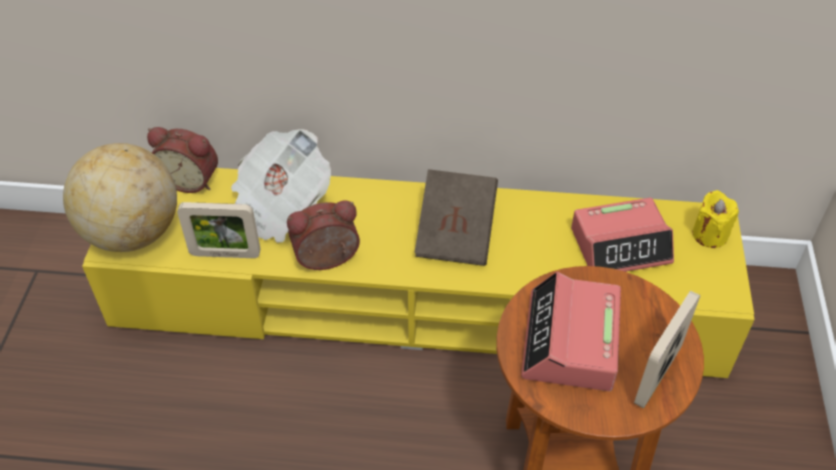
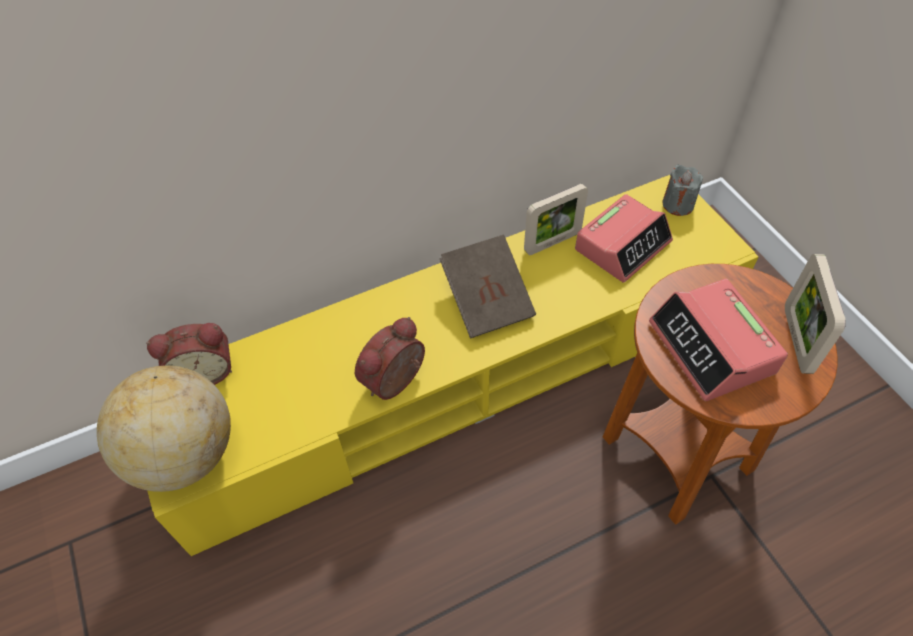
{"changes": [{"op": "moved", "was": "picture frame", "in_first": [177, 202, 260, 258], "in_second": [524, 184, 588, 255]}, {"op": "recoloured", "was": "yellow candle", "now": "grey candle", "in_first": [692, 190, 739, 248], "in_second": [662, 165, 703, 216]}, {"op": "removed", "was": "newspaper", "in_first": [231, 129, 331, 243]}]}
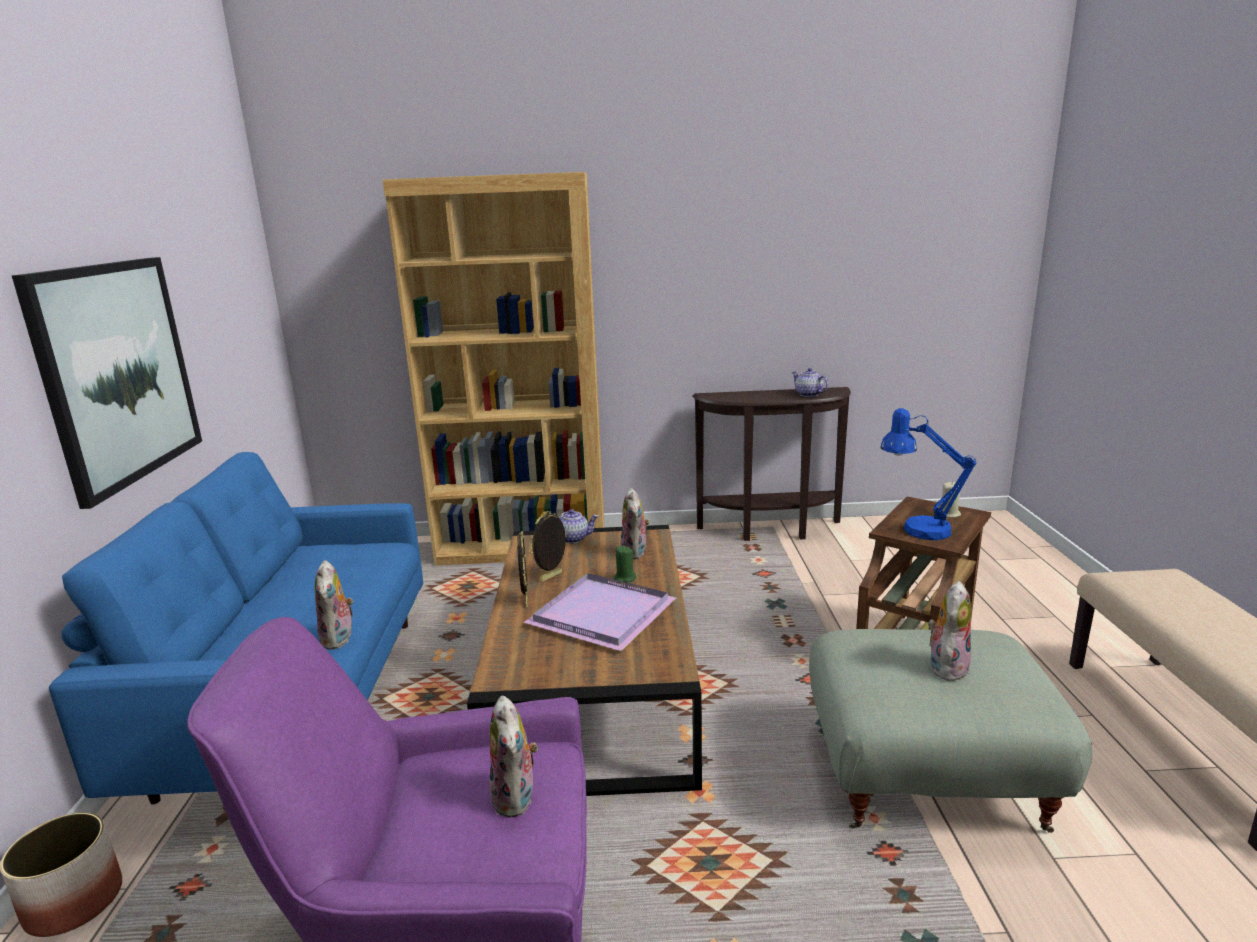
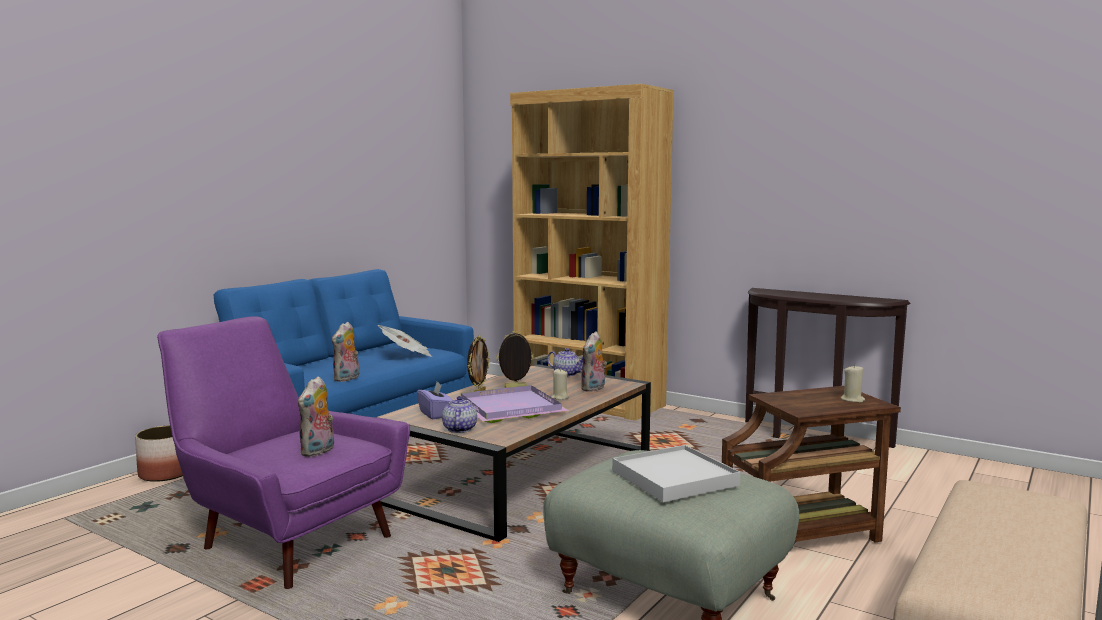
{"changes": [{"op": "added", "now": "newspaper", "in_second": [377, 325, 432, 357]}, {"op": "added", "now": "purple tissue box", "in_second": [417, 382, 453, 419]}, {"op": "moved", "was": "teapot", "in_first": [792, 368, 829, 397], "in_second": [442, 396, 477, 433]}, {"op": "recoloured", "was": "green candle", "now": "beige candle", "in_first": [614, 546, 636, 583], "in_second": [551, 369, 569, 400]}, {"op": "replaced", "was": "plush toy", "now": "white tray", "in_first": [928, 581, 971, 683], "in_second": [612, 445, 741, 502]}, {"op": "removed", "was": "picture", "in_first": [12, 257, 202, 509]}, {"op": "removed", "was": "blue table lamp", "in_first": [880, 408, 977, 540]}]}
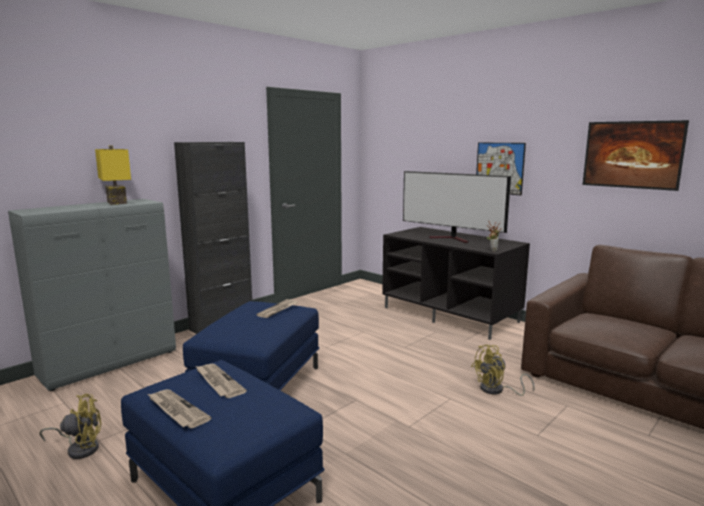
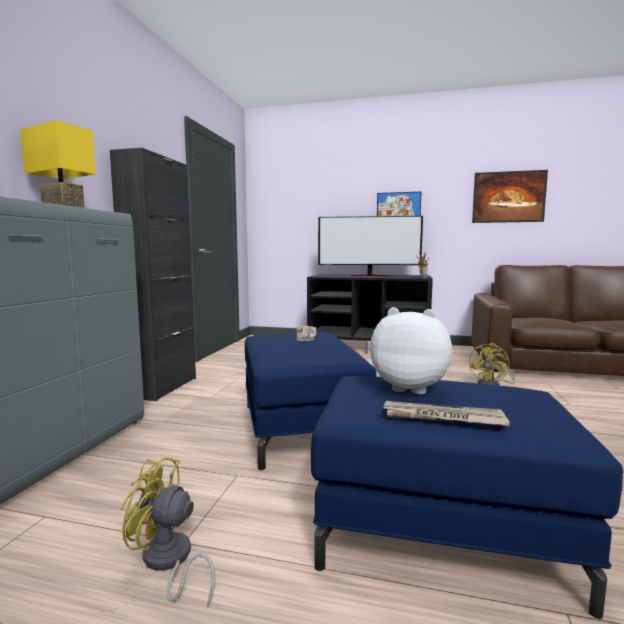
{"changes": [{"op": "turned", "was": "yellow fan", "in_first": [39, 394, 101, 459], "in_second": [121, 457, 215, 607], "clockwise": -120}, {"op": "replaced", "was": "newspaper", "now": "plush toy", "in_first": [195, 364, 247, 398], "in_second": [370, 307, 452, 394]}]}
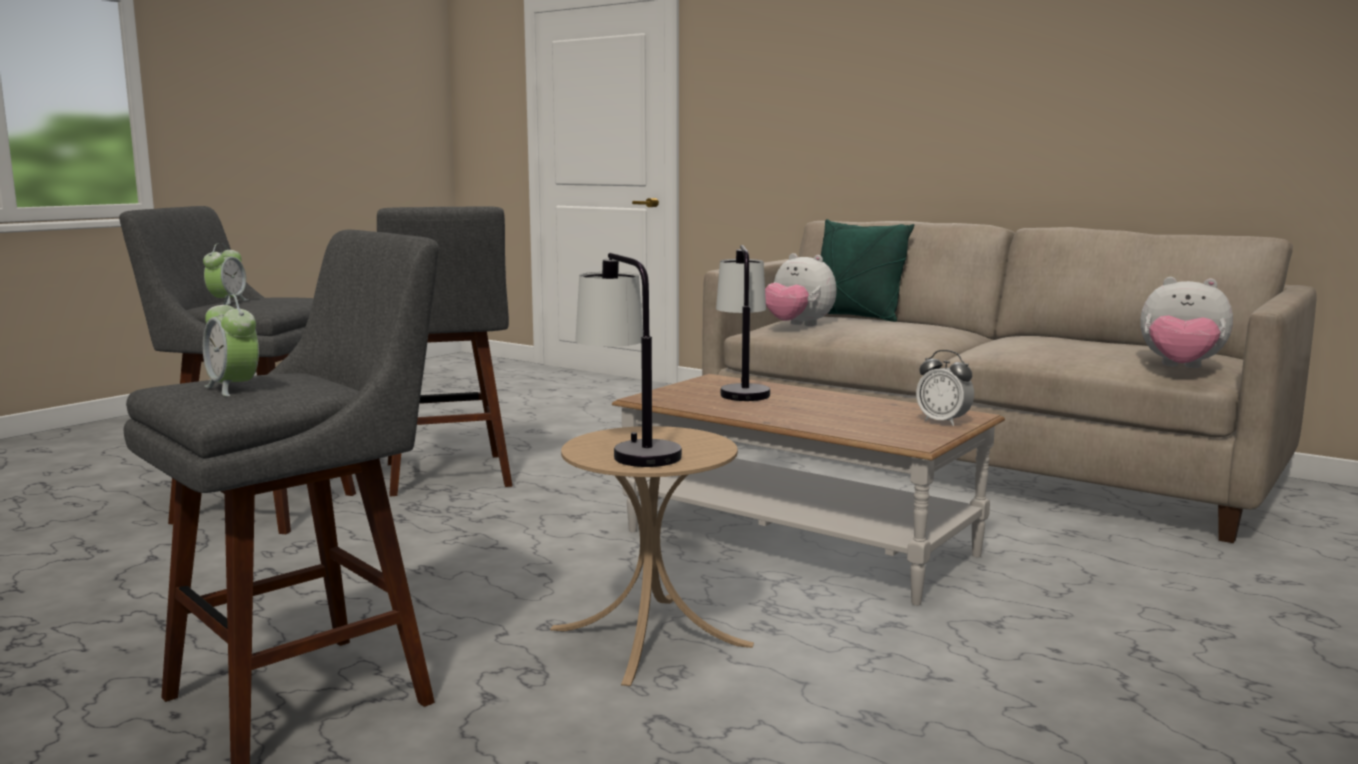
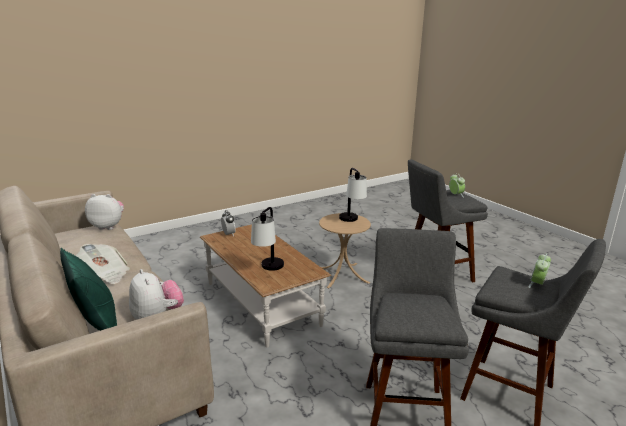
{"changes": [{"op": "added", "now": "newspaper", "in_second": [75, 244, 130, 284]}, {"op": "turned", "was": "plush toy", "in_first": [1140, 277, 1233, 368], "in_second": [85, 194, 124, 230], "clockwise": -45}]}
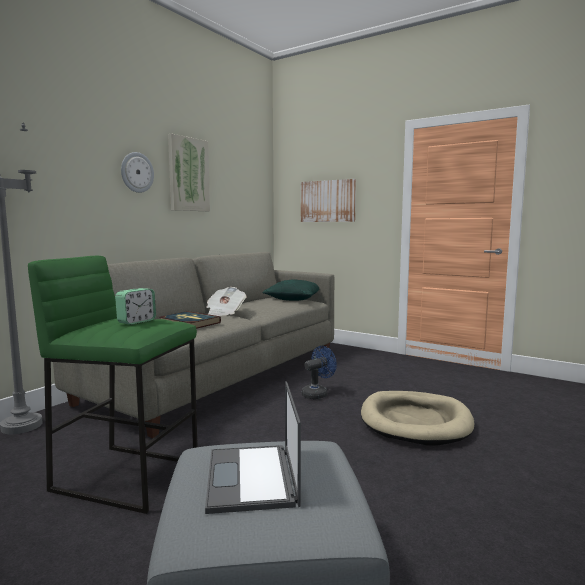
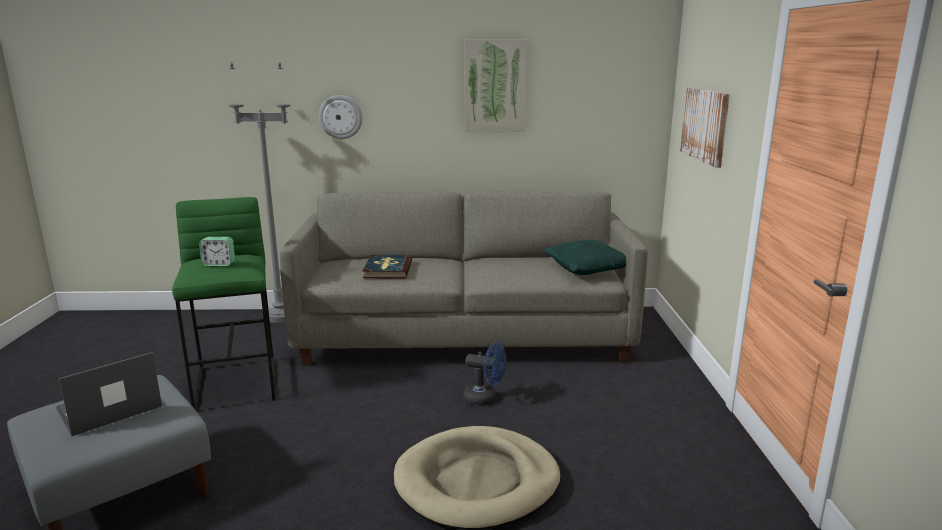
{"changes": [{"op": "moved", "was": "wall clock", "in_first": [121, 152, 154, 193], "in_second": [319, 95, 362, 139]}, {"op": "removed", "was": "newspaper", "in_first": [206, 287, 246, 316]}]}
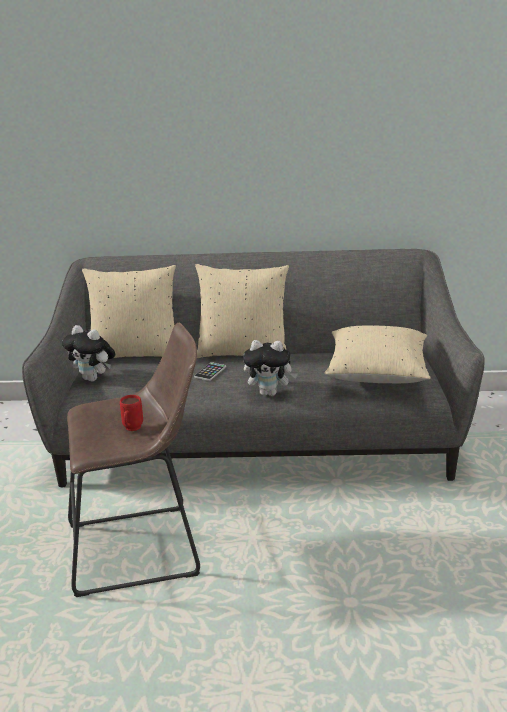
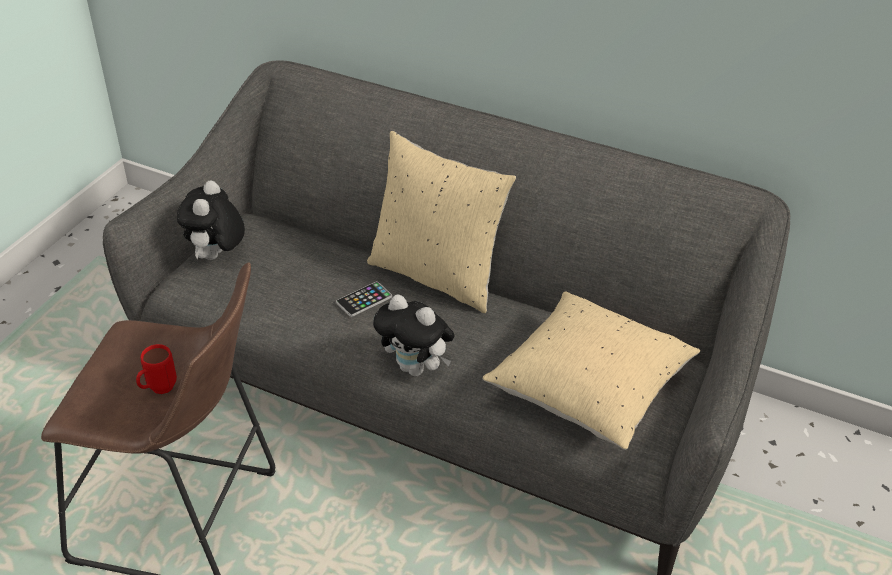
{"changes": [{"op": "turned", "was": "plush toy", "in_first": [62, 325, 115, 382], "in_second": [177, 180, 245, 260], "clockwise": 45}, {"op": "removed", "was": "beige pillow", "in_first": [82, 265, 176, 358]}]}
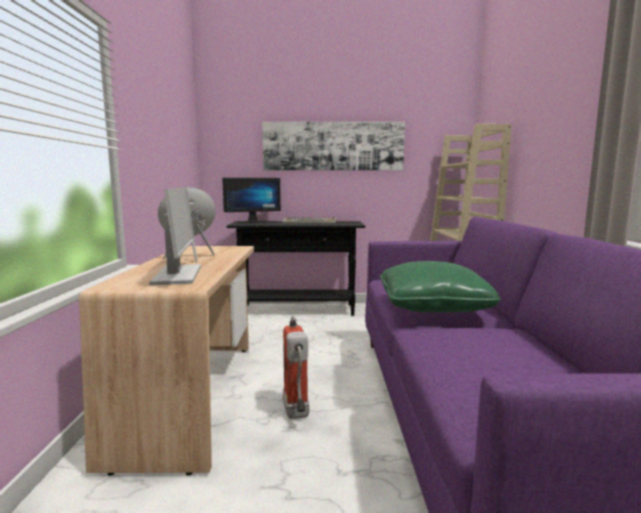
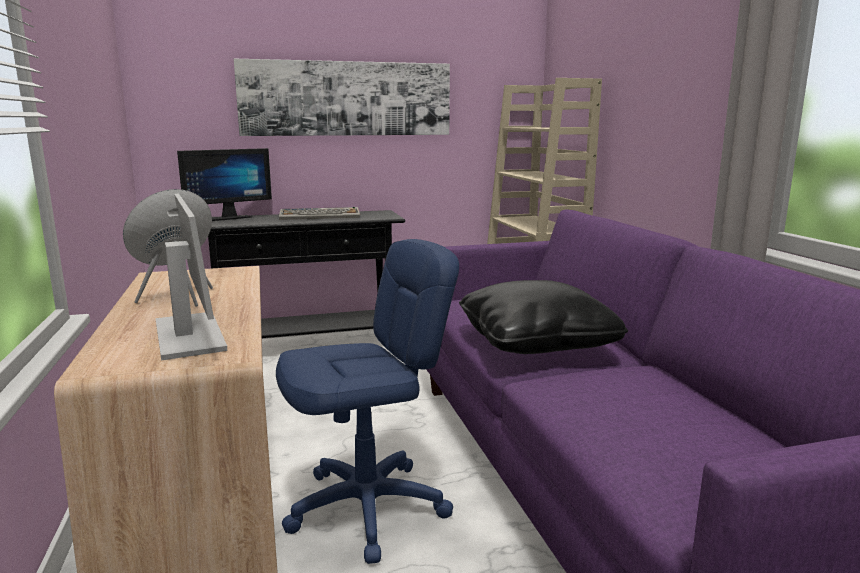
{"changes": [{"op": "replaced", "was": "fire extinguisher", "now": "blue office chair", "in_first": [283, 316, 309, 419], "in_second": [276, 239, 459, 564]}, {"op": "recoloured", "was": "green pillow", "now": "black pillow", "in_first": [380, 261, 501, 313], "in_second": [459, 280, 628, 354]}]}
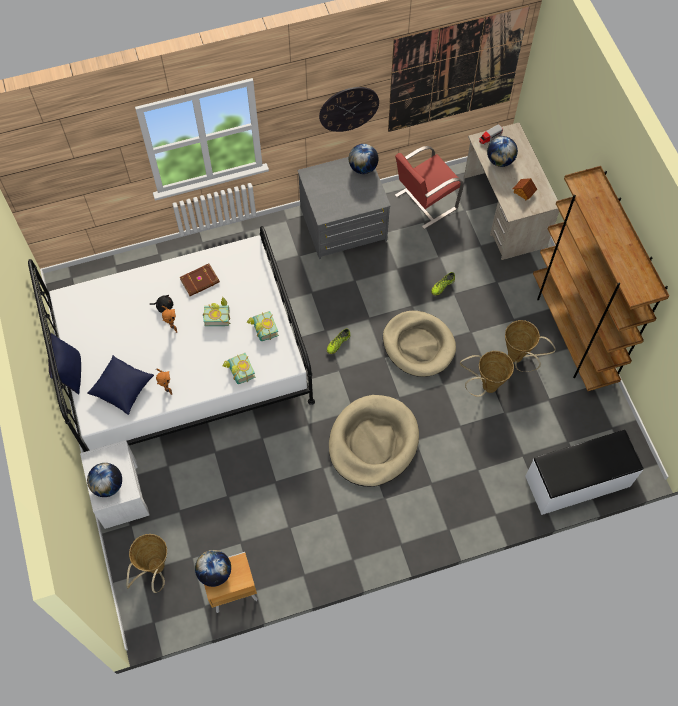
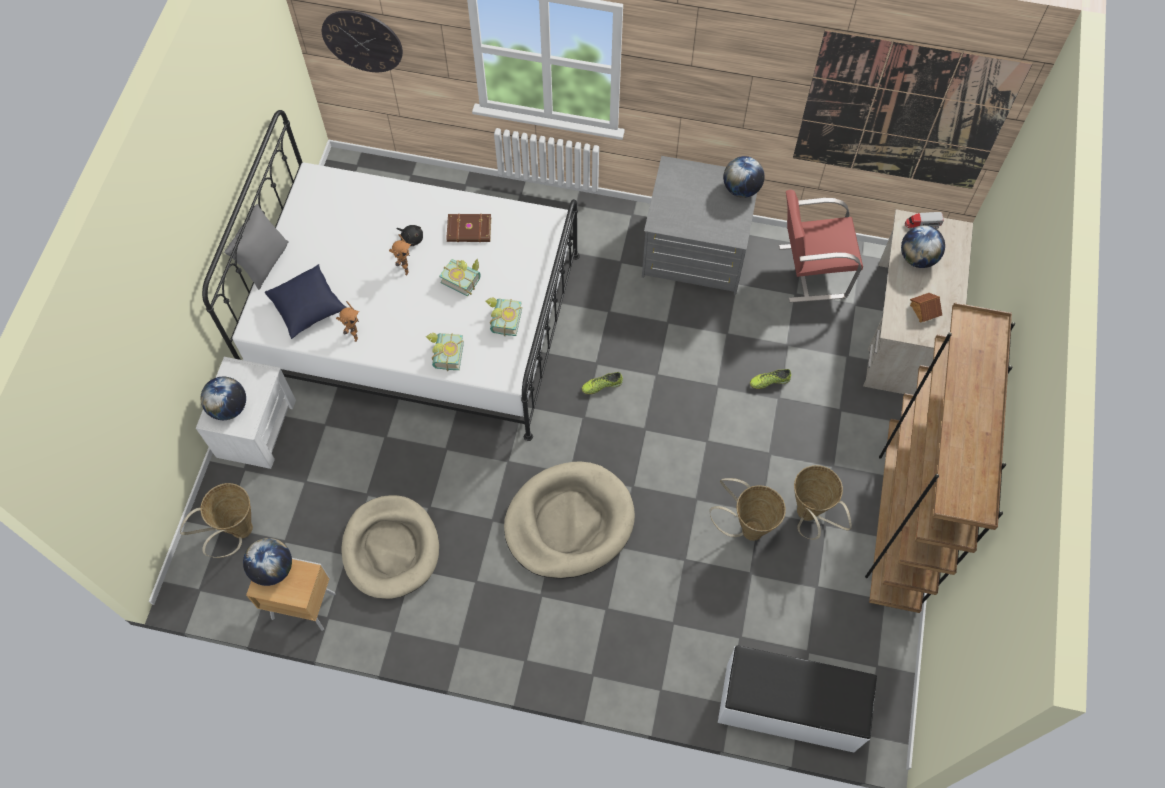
{"changes": [{"op": "recoloured", "was": "blue pillow", "now": "grey pillow", "in_first": [48, 333, 81, 394], "in_second": [224, 204, 289, 290]}, {"op": "moved", "was": "wall clock", "in_first": [319, 87, 379, 132], "in_second": [322, 10, 403, 72]}, {"op": "moved", "was": "beige dog bed", "in_first": [383, 311, 456, 377], "in_second": [341, 495, 439, 599]}]}
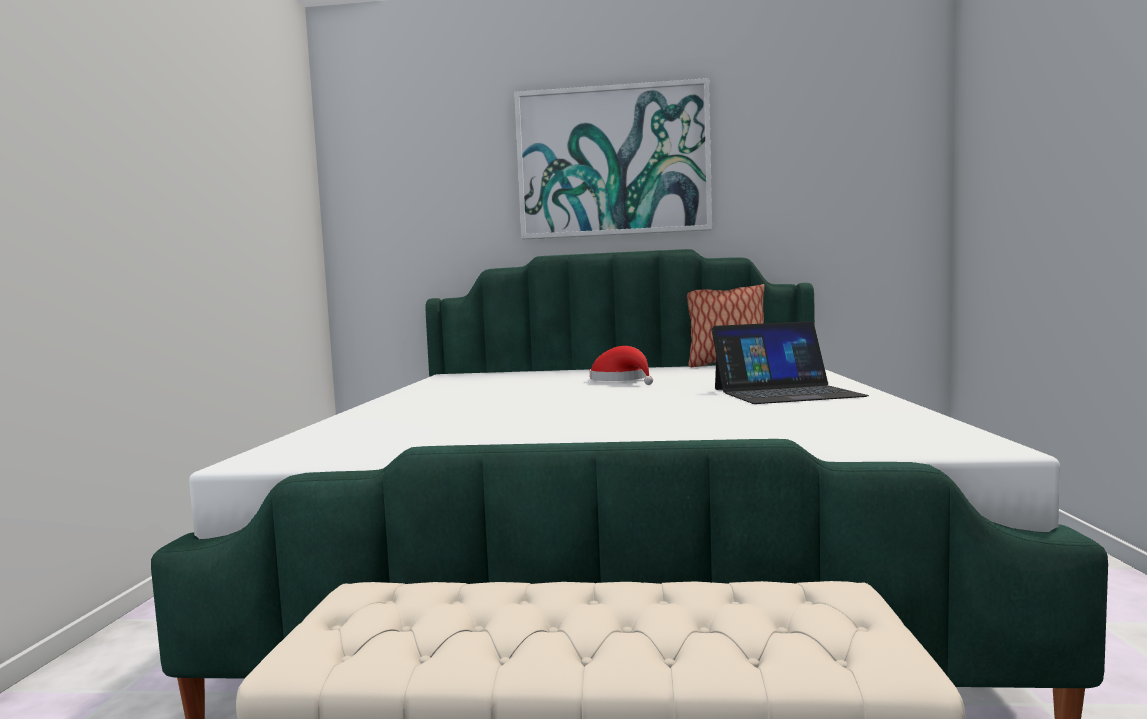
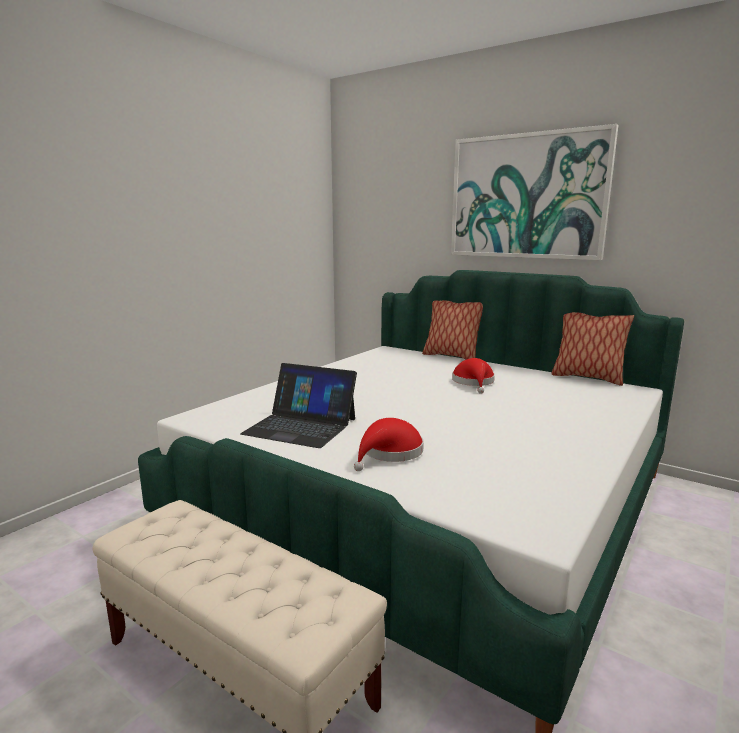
{"changes": [{"op": "moved", "was": "laptop", "in_first": [711, 321, 869, 404], "in_second": [240, 363, 357, 448]}, {"op": "added", "now": "red hat", "in_second": [354, 418, 424, 471]}, {"op": "added", "now": "pillow", "in_second": [422, 300, 483, 359]}]}
